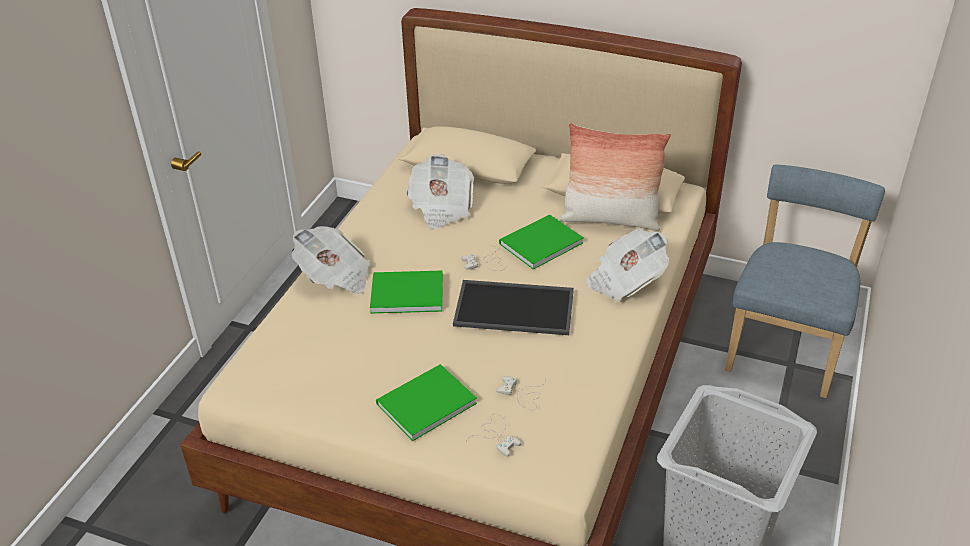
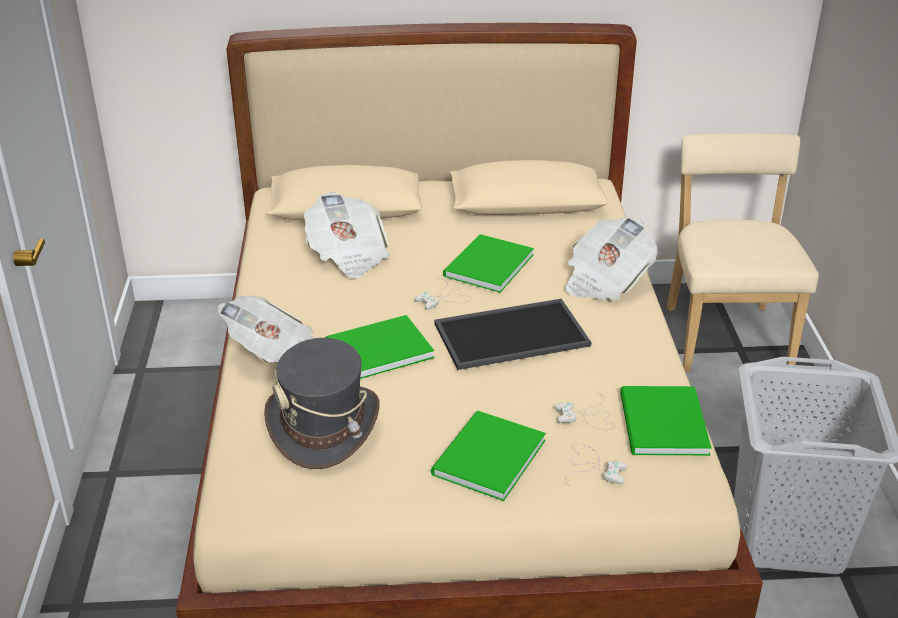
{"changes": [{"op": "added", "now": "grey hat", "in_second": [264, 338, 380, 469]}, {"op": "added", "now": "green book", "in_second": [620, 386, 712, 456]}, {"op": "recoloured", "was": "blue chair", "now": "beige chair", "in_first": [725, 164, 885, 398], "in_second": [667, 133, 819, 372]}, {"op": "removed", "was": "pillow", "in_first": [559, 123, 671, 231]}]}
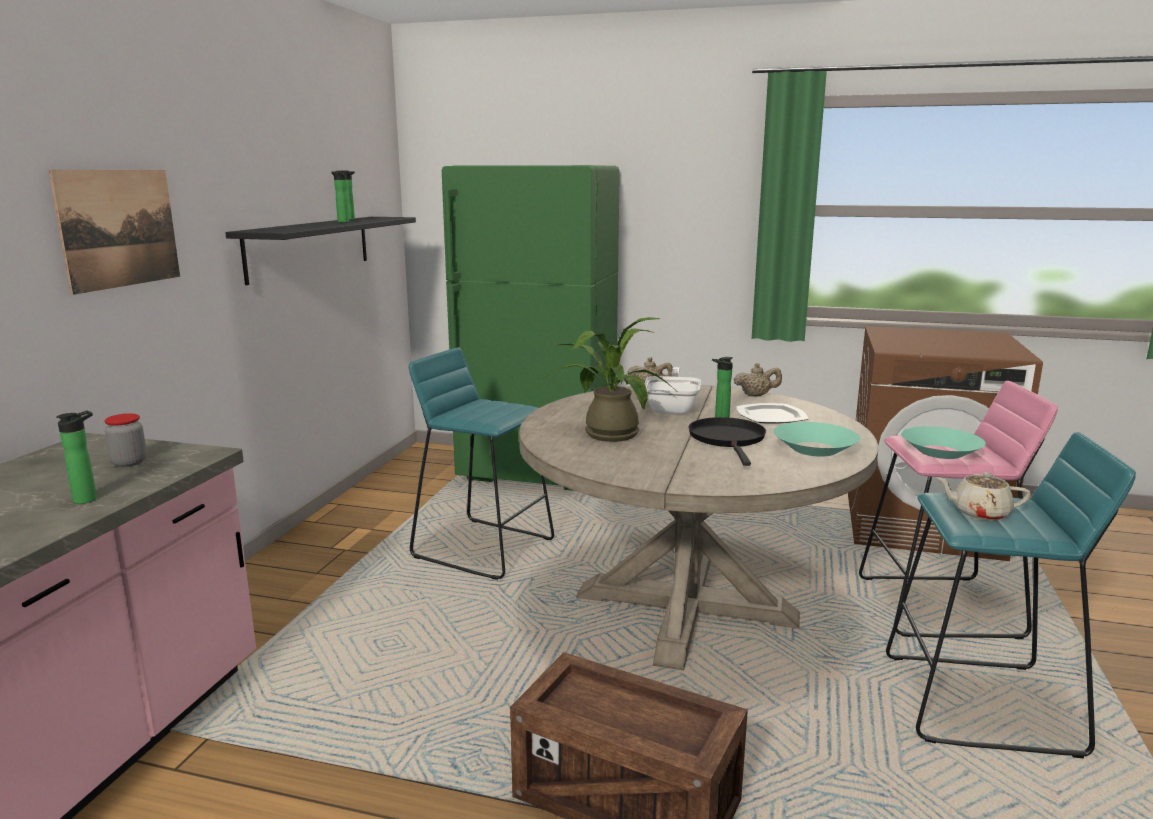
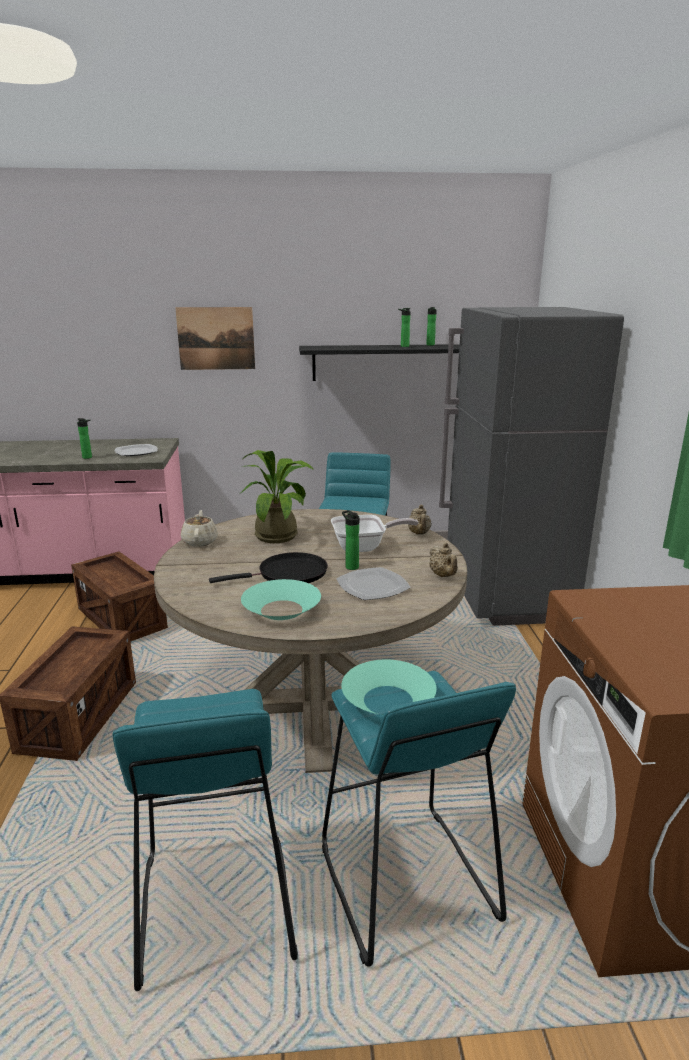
{"changes": [{"op": "added", "now": "crate", "in_second": [71, 552, 168, 642]}, {"op": "replaced", "was": "jar", "now": "plate", "in_first": [104, 413, 147, 467], "in_second": [115, 444, 158, 456]}, {"op": "moved", "was": "beige teapot", "in_first": [936, 472, 1031, 520], "in_second": [181, 510, 218, 547]}, {"op": "recoloured", "was": "pink stool", "now": "turquoise stool", "in_first": [859, 381, 1058, 639], "in_second": [322, 671, 516, 967]}, {"op": "recoloured", "was": "green fridge", "now": "grey fridge", "in_first": [442, 165, 620, 491], "in_second": [439, 307, 624, 626]}]}
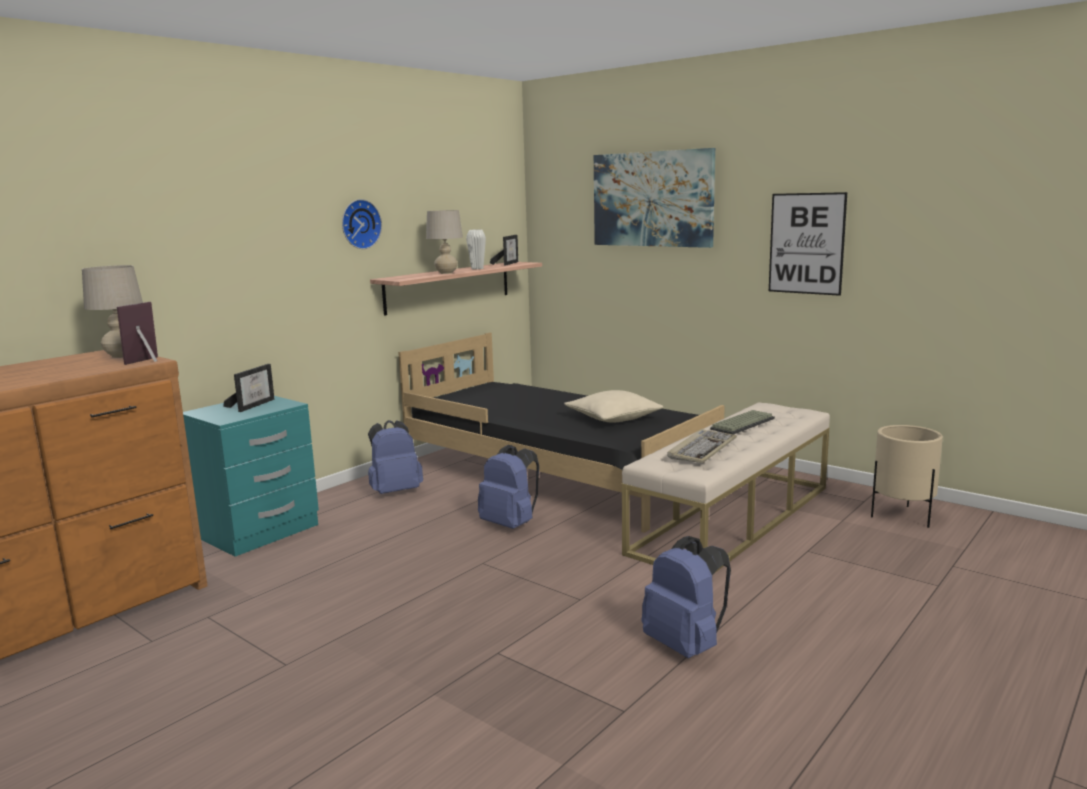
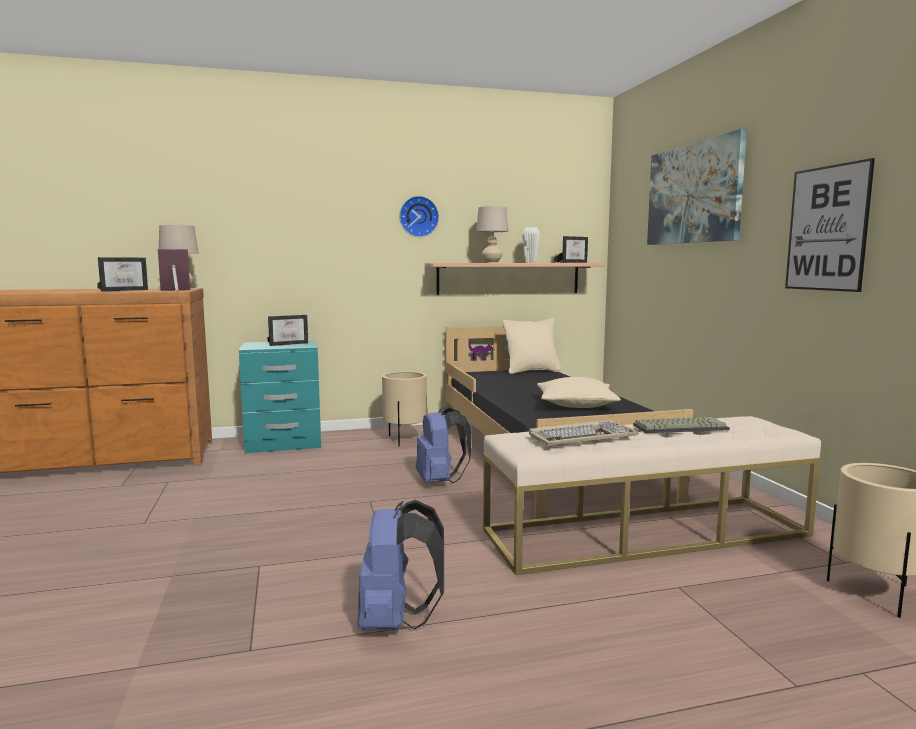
{"changes": [{"op": "added", "now": "picture frame", "in_second": [97, 257, 148, 291]}, {"op": "replaced", "was": "blue backpack", "now": "beige planter", "in_first": [368, 420, 423, 494], "in_second": [382, 371, 427, 446]}, {"op": "added", "now": "beige pillow", "in_second": [502, 318, 561, 374]}]}
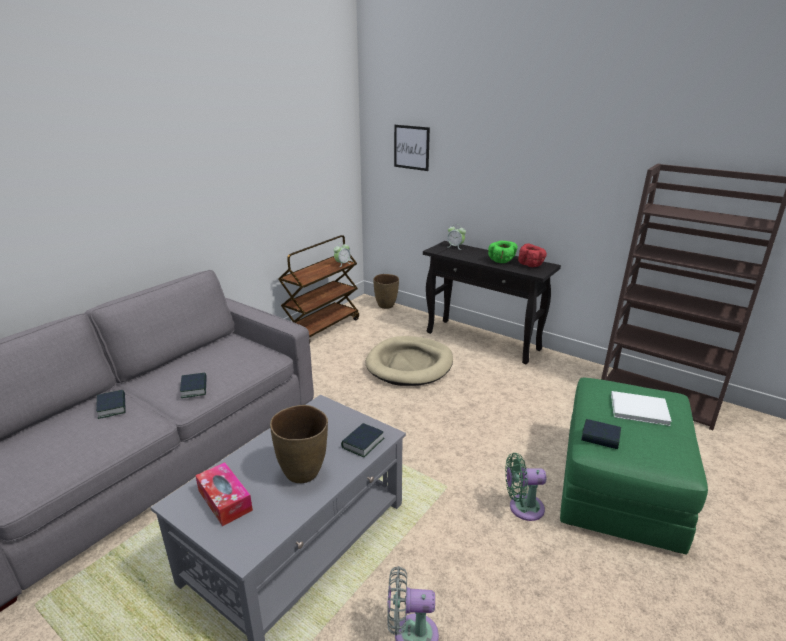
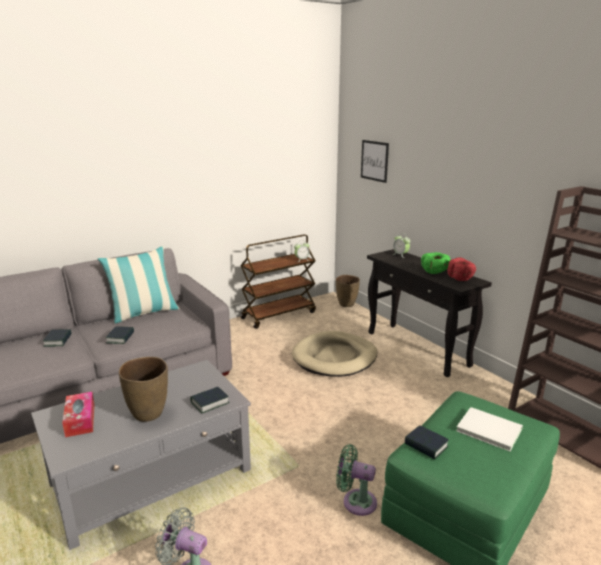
{"changes": [{"op": "added", "now": "pillow", "in_second": [98, 246, 179, 324]}]}
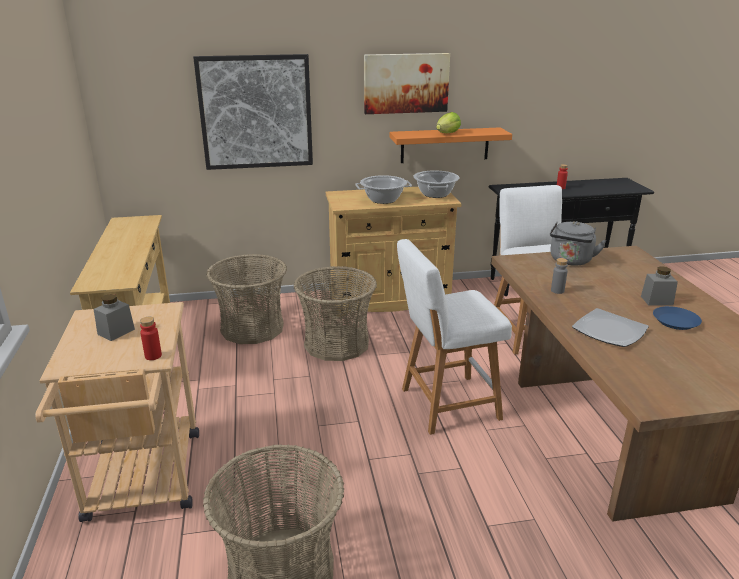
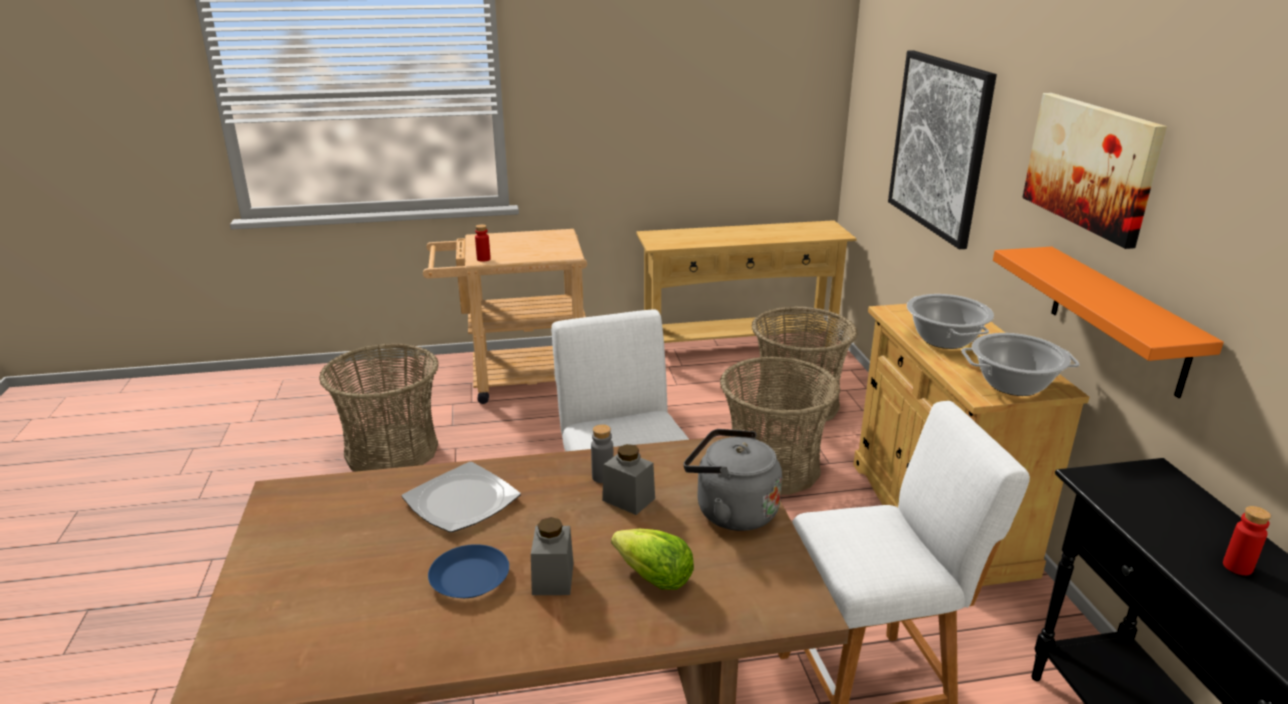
{"changes": [{"op": "moved", "was": "grey jar", "in_first": [94, 294, 135, 341], "in_second": [602, 444, 655, 515]}, {"op": "moved", "was": "lettuce", "in_first": [436, 112, 461, 133], "in_second": [611, 529, 694, 590]}]}
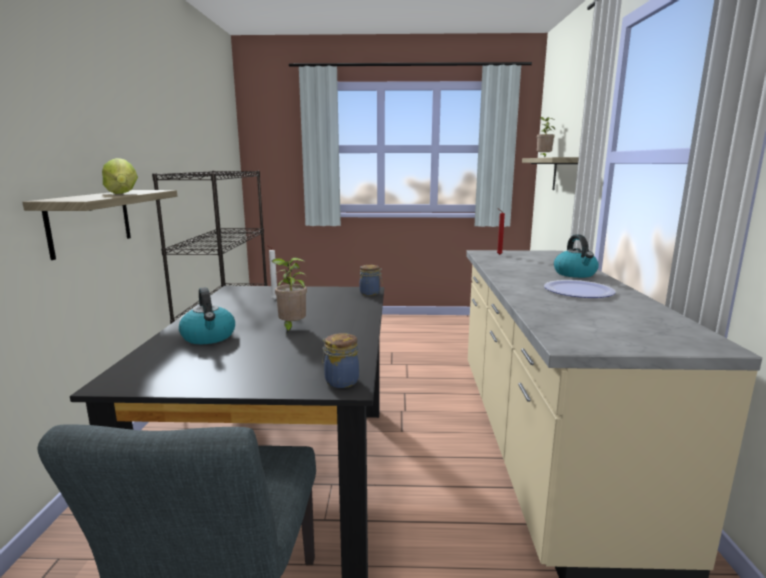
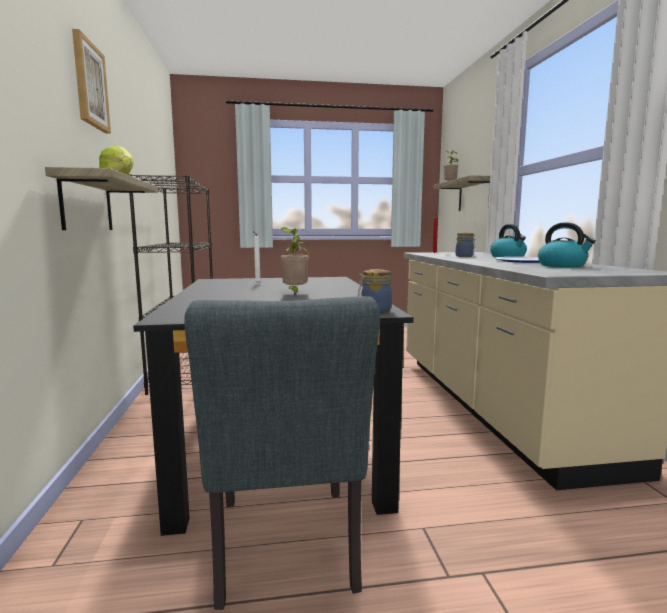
{"changes": [{"op": "added", "now": "picture", "in_second": [72, 29, 111, 134]}, {"op": "moved", "was": "jar", "in_first": [360, 265, 383, 296], "in_second": [456, 232, 475, 257]}, {"op": "moved", "was": "kettle", "in_first": [179, 287, 235, 344], "in_second": [538, 222, 596, 267]}]}
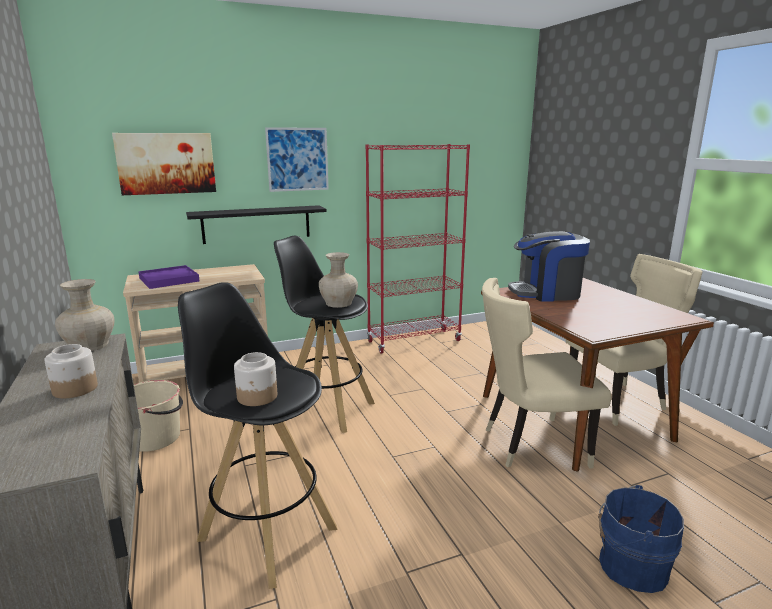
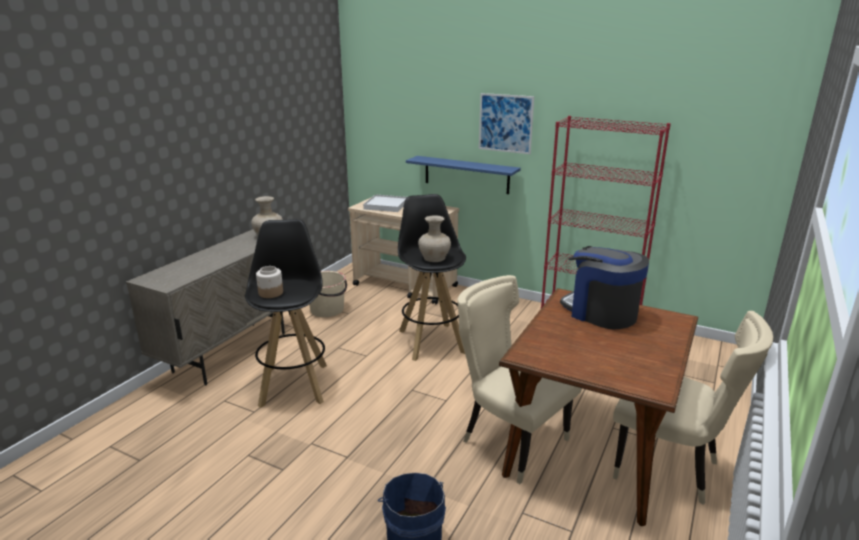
{"changes": [{"op": "recoloured", "was": "purple tray", "now": "white tray", "in_first": [138, 265, 200, 289], "in_second": [363, 194, 407, 212]}, {"op": "recoloured", "was": "black shelf", "now": "blue shelf", "in_first": [186, 205, 327, 244], "in_second": [406, 156, 521, 194]}, {"op": "removed", "was": "jar", "in_first": [44, 344, 98, 398]}, {"op": "removed", "was": "picture", "in_first": [112, 133, 216, 195]}]}
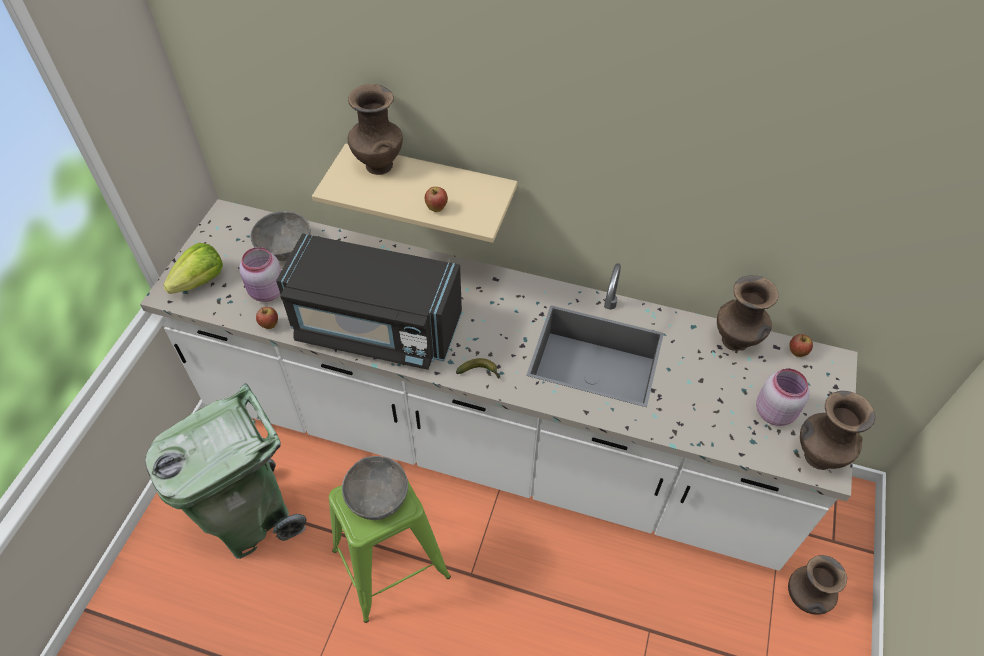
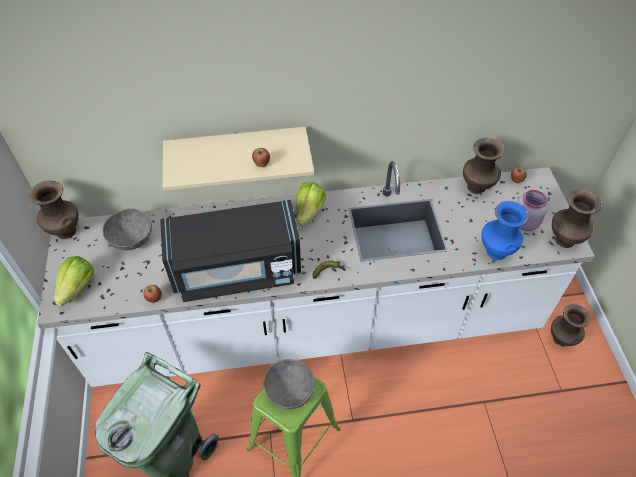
{"changes": [{"op": "moved", "was": "brown vase", "in_first": [348, 84, 403, 175], "in_second": [29, 181, 79, 239]}, {"op": "added", "now": "lettuce", "in_second": [296, 182, 326, 226]}, {"op": "added", "now": "blue vase", "in_second": [481, 201, 529, 260]}, {"op": "removed", "was": "pink jar", "in_first": [239, 247, 282, 302]}]}
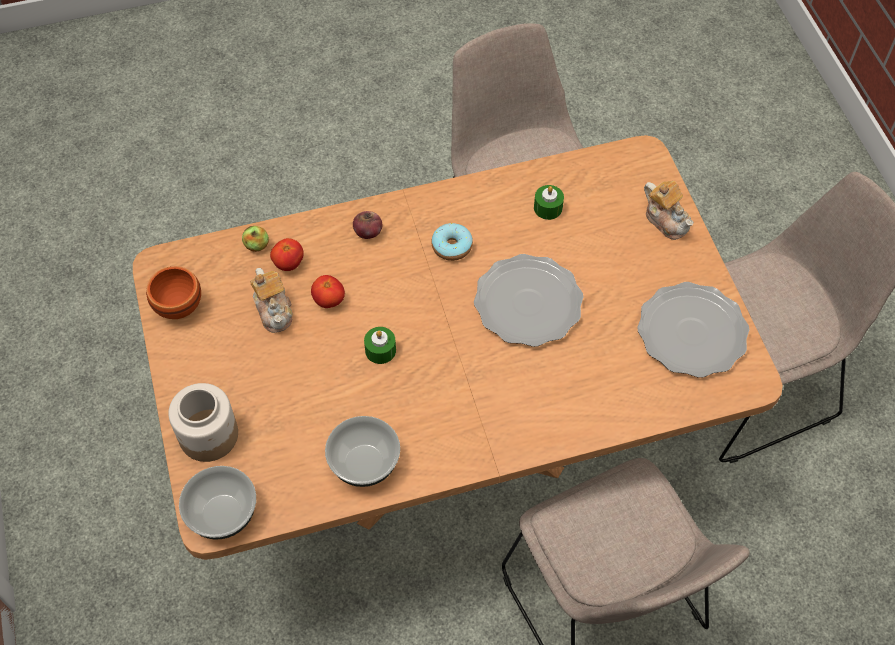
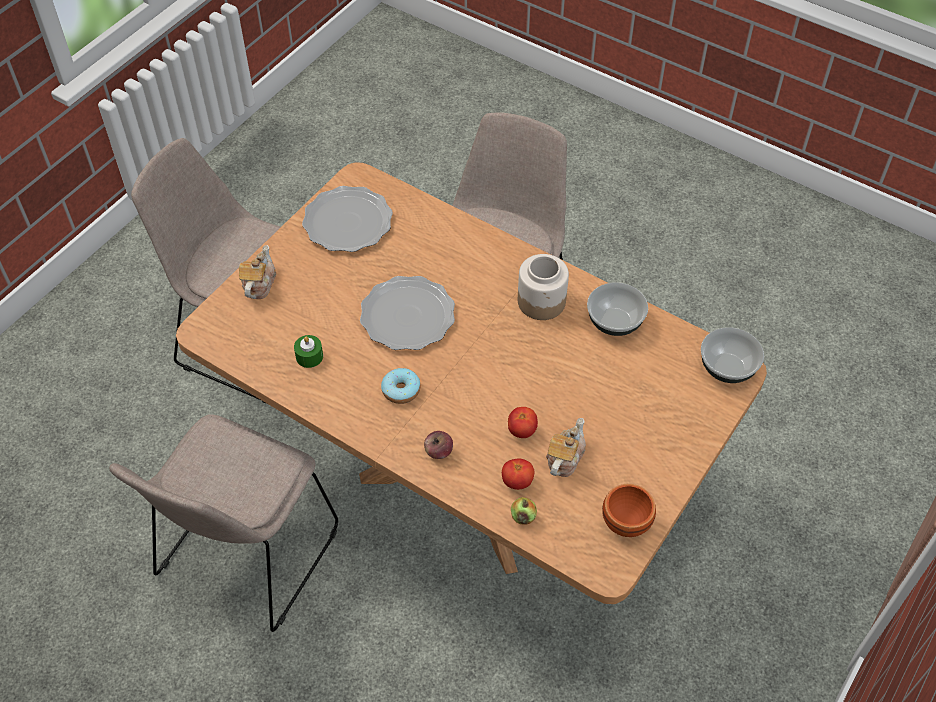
{"changes": [{"op": "moved", "was": "jar", "in_first": [168, 383, 238, 462], "in_second": [518, 254, 569, 320]}, {"op": "removed", "was": "green candle", "in_first": [364, 327, 396, 364]}]}
